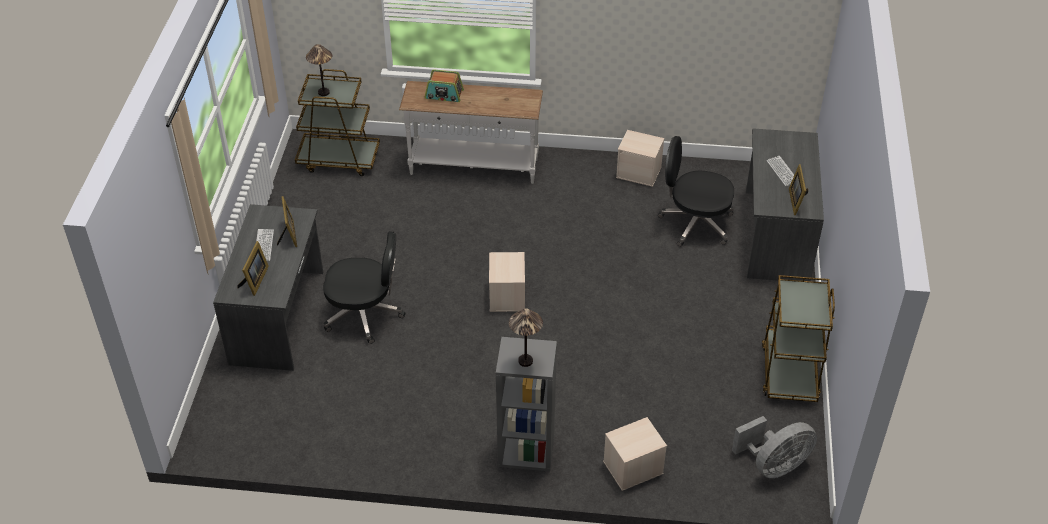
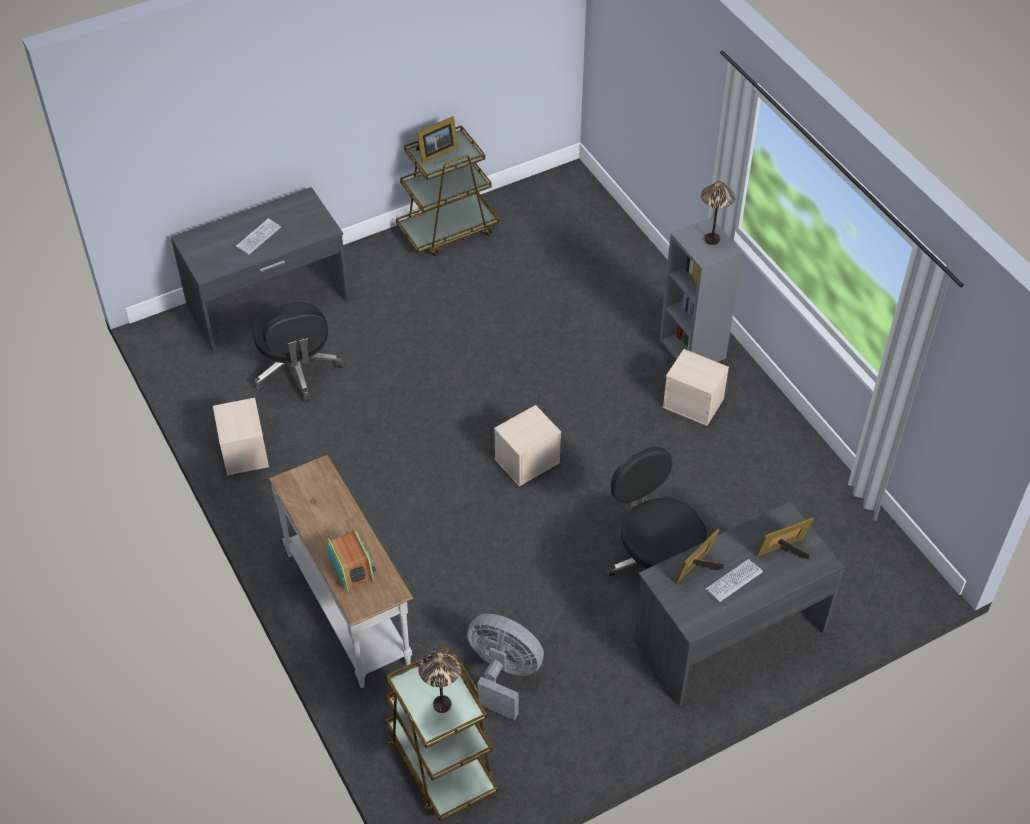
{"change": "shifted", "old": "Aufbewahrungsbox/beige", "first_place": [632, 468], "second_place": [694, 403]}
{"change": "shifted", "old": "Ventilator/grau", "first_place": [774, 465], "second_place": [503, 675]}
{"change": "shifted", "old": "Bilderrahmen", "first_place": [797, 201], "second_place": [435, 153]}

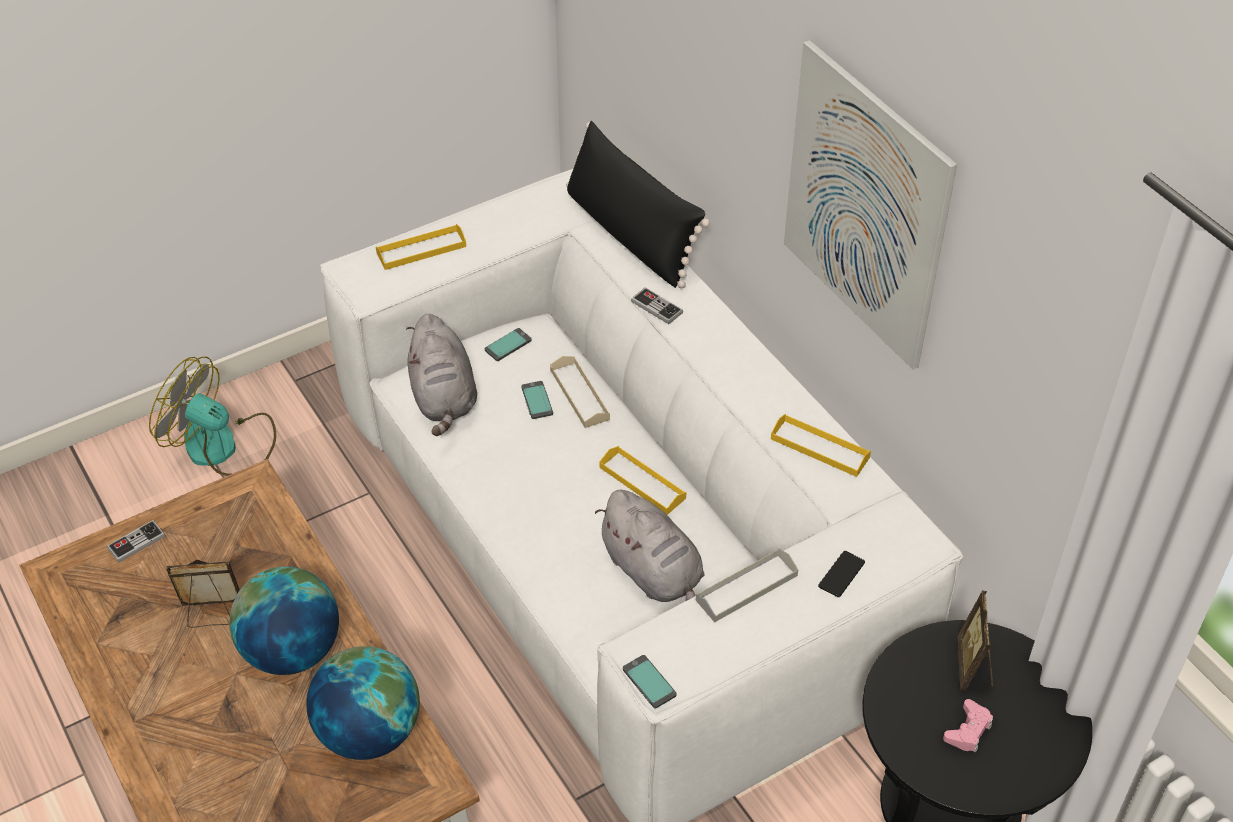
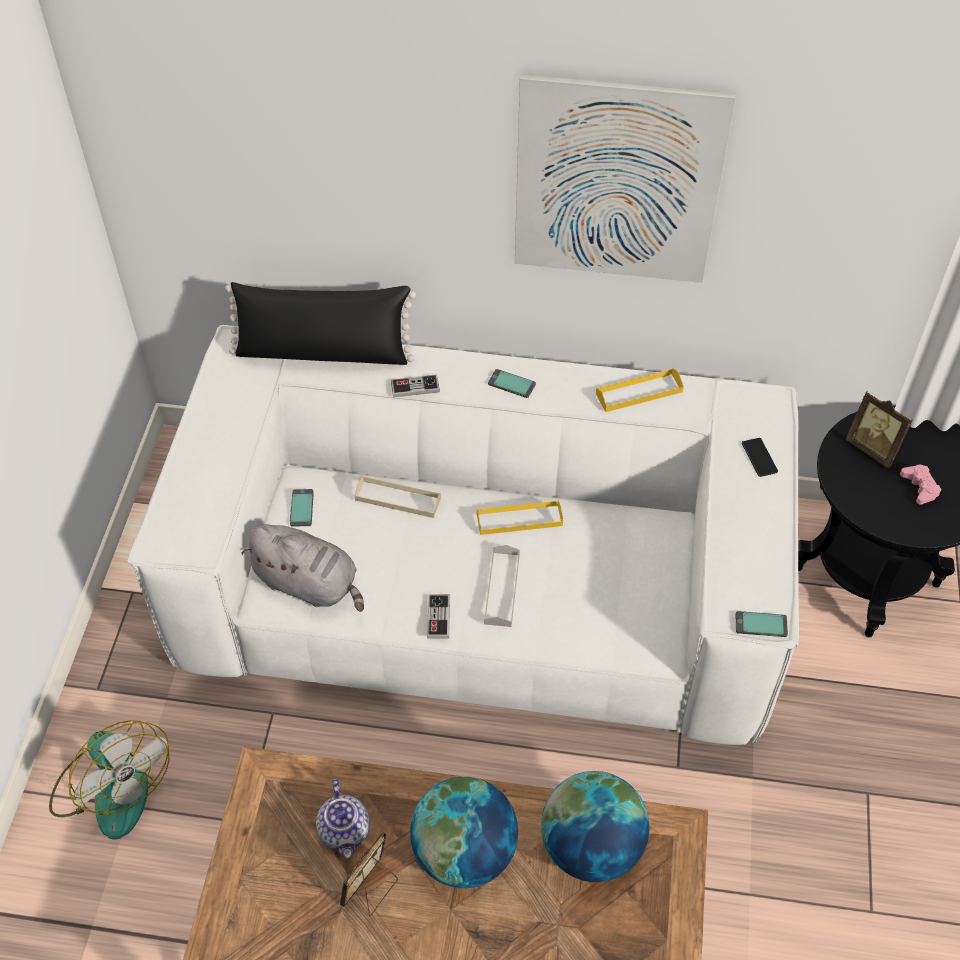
{"change": "gone", "old": "Tablett/gelb", "first_place": [421, 250]}
{"change": "gone", "old": "Plüschtier/grau", "first_place": [654, 573]}
{"change": "new", "new": "Teekanne", "second_place": [345, 831]}
{"change": "shifted", "old": "Gamepad", "first_place": [136, 542], "second_place": [438, 617]}
{"change": "shifted", "old": "Handy", "first_place": [536, 401], "second_place": [511, 384]}
{"change": "shifted", "old": "Tablett/grau", "first_place": [746, 588], "second_place": [502, 588]}
{"change": "rotated", "old": "Ventilator", "first_place": [223, 447], "second_place": [112, 788], "degrees": -105}

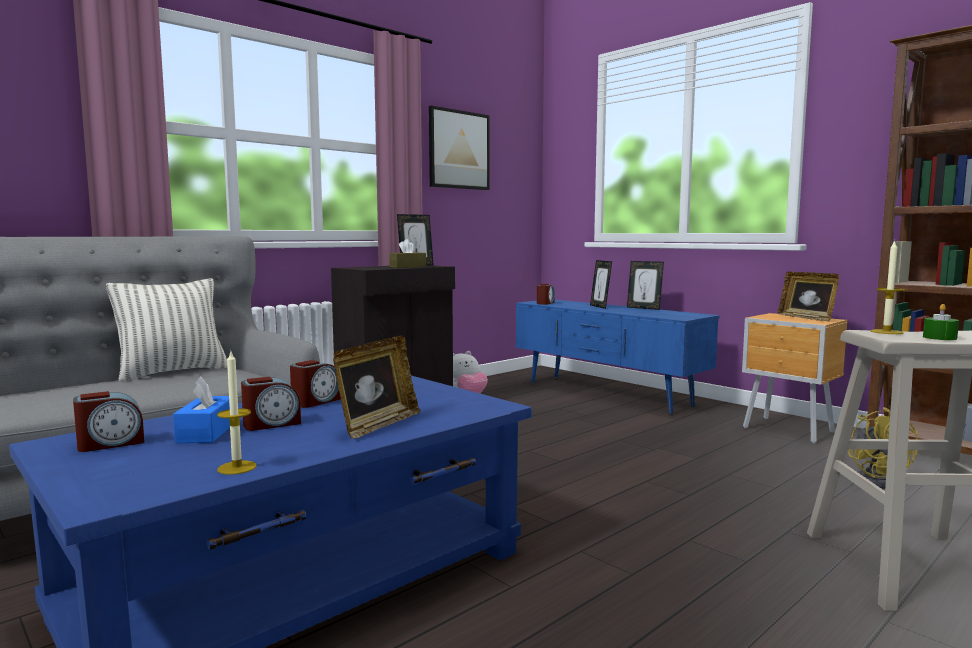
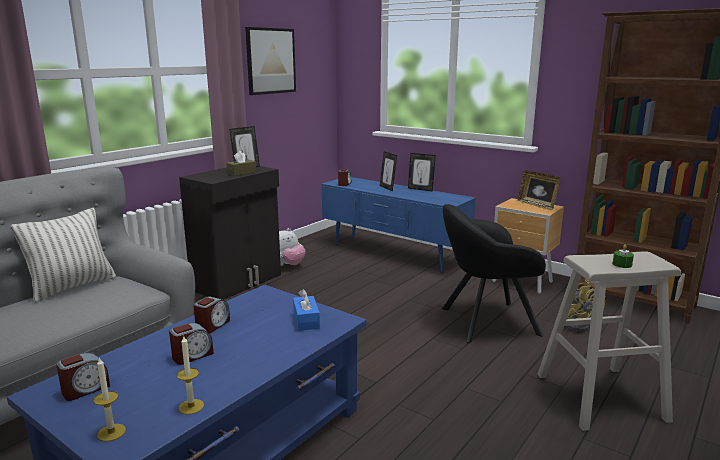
{"change": "gone", "old": "Bilderrahmen", "first_place": [377, 425]}
{"change": "new", "new": "Sessel/schwarz", "second_place": [484, 321]}
{"change": "shifted", "old": "Taschentuchbox/blau", "first_place": [206, 432], "second_place": [306, 320]}
{"change": "shifted", "old": "Kerze", "first_place": [886, 332], "second_place": [111, 432]}

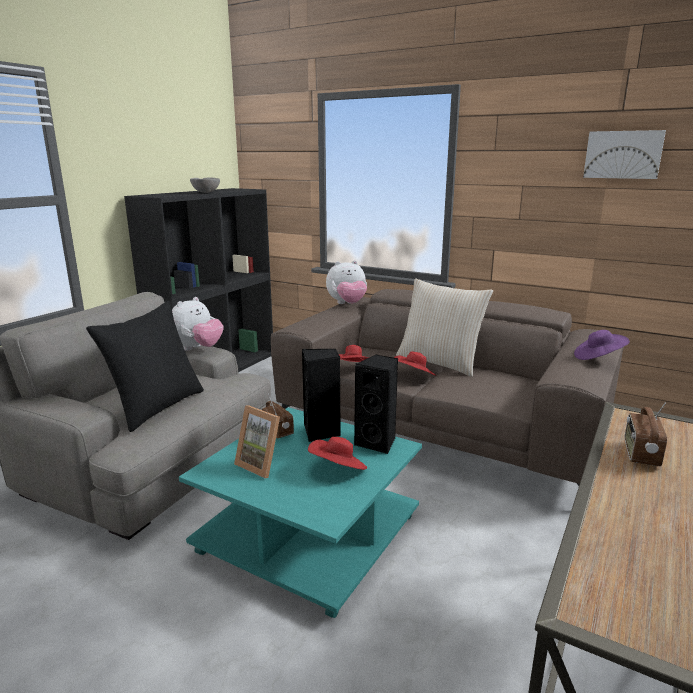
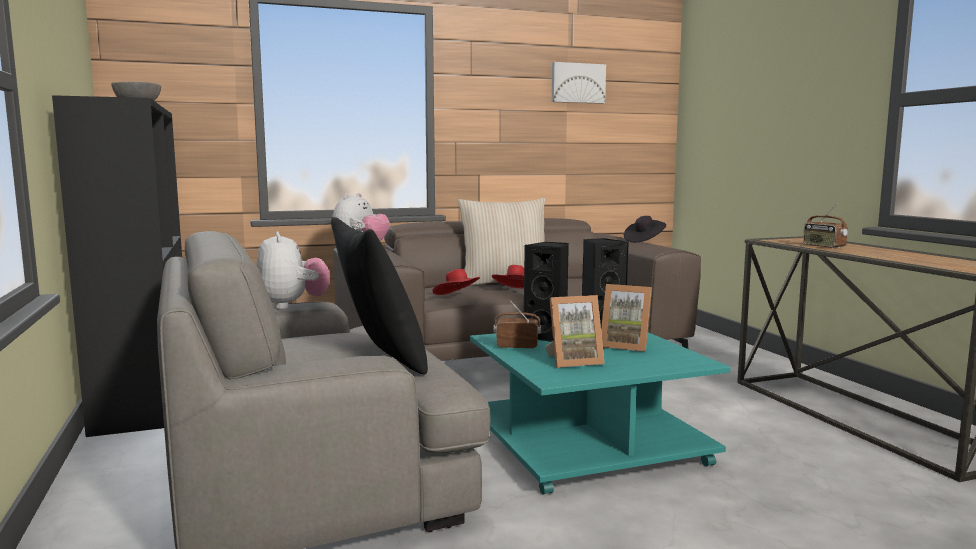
{"change": "swapped", "old": "Hut/rot", "new": "Bilderrahmen", "first_place": [338, 469], "second_place": [625, 345]}
{"change": "repainted", "old": "Hut/lila", "new": "Hut/schwarz", "first_place": [598, 358], "second_place": [644, 240]}

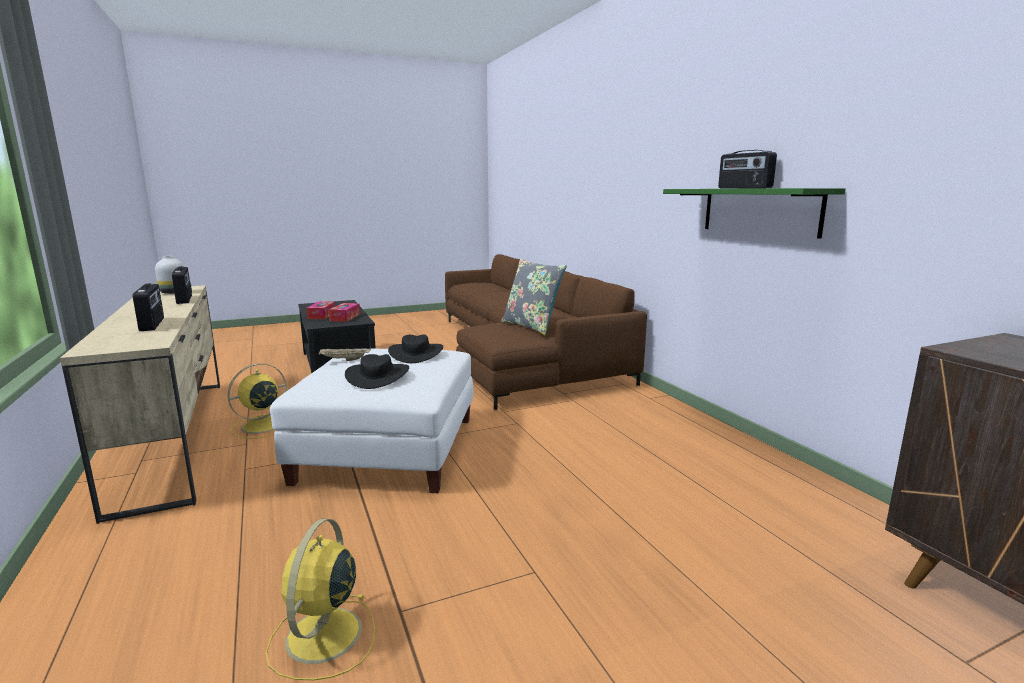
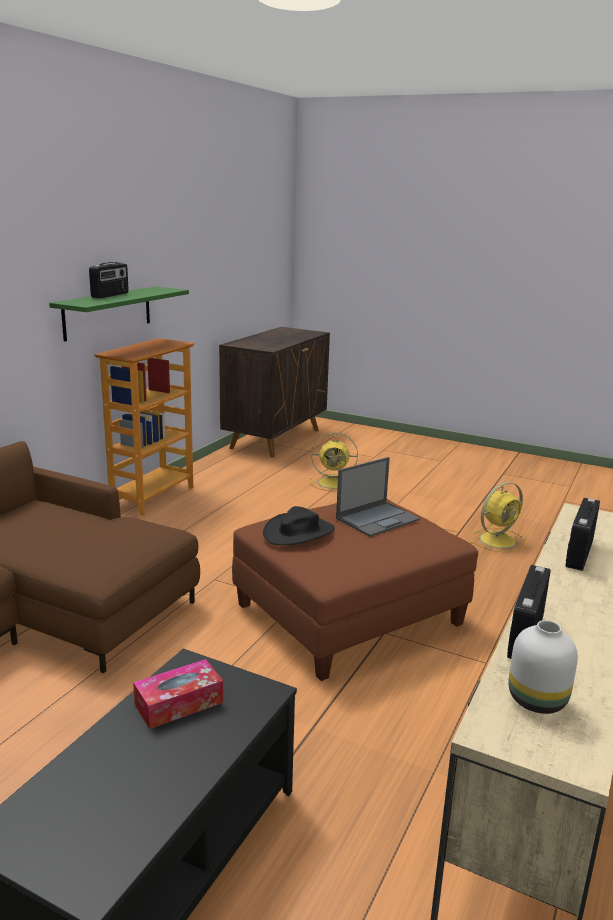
{"change": "gone", "old": "Taschentuchbox", "first_place": [322, 315]}
{"change": "gone", "old": "Tablett/beige", "first_place": [344, 360]}
{"change": "gone", "old": "Kissen/grau", "first_place": [532, 326]}
{"change": "new", "new": "Bücherregal", "second_place": [152, 496]}
{"change": "shifted", "old": "Ventilator/gelb", "first_place": [260, 426], "second_place": [334, 483]}
{"change": "swapped", "old": "Hut/schwarz", "new": "Laptop", "first_place": [378, 376], "second_place": [378, 519]}
{"change": "repainted", "old": "Polsterhocker/weiß", "new": "Polsterhocker/braun", "first_place": [389, 449], "second_place": [349, 614]}

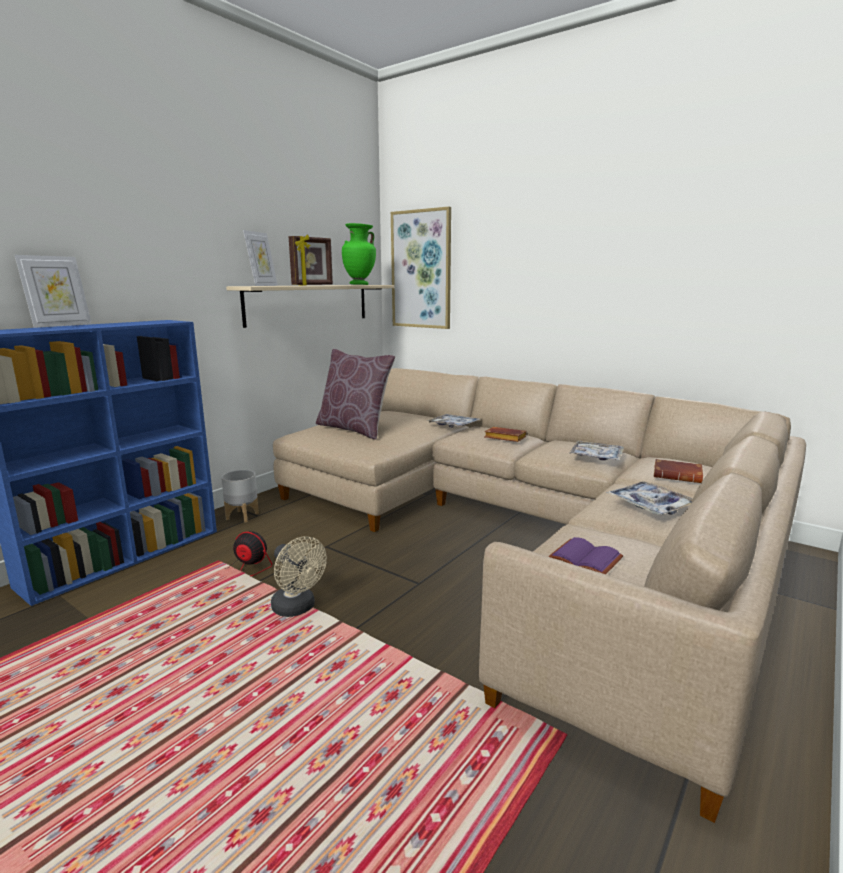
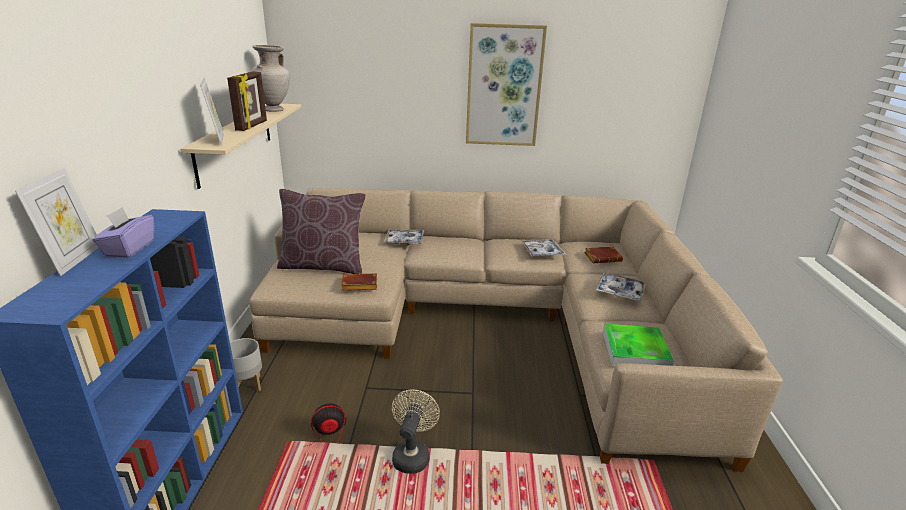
{"change": "new", "new": "Taschentuchbox/lila", "second_place": [129, 248]}
{"change": "shifted", "old": "Bild", "first_place": [421, 270], "second_place": [504, 86]}
{"change": "shifted", "old": "Buch/braun", "first_place": [503, 438], "second_place": [358, 286]}
{"change": "swapped", "old": "Buch/lila", "new": "Tablett", "first_place": [583, 559], "second_place": [635, 350]}
{"change": "repainted", "old": "Vase/grün", "new": "Vase/beige", "first_place": [359, 284], "second_place": [274, 110]}
{"change": "rotated", "old": "Ventilator/beige", "first_place": [297, 608], "second_place": [412, 454], "degrees": -90}

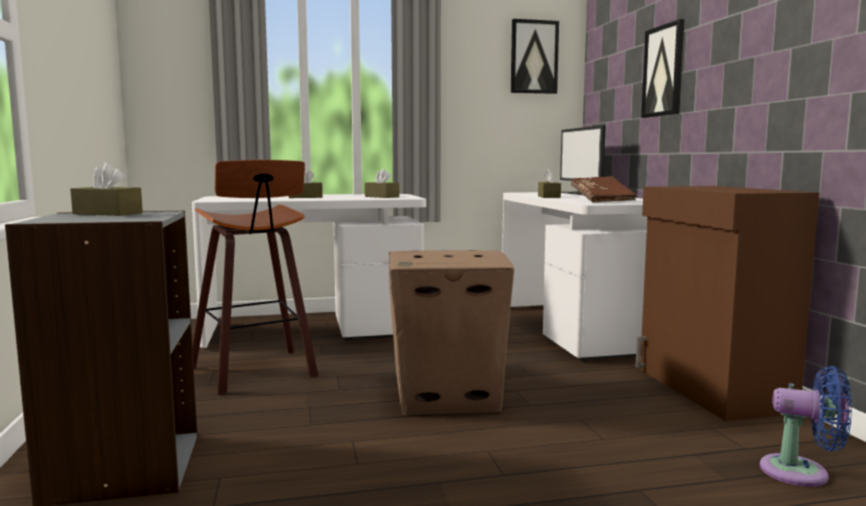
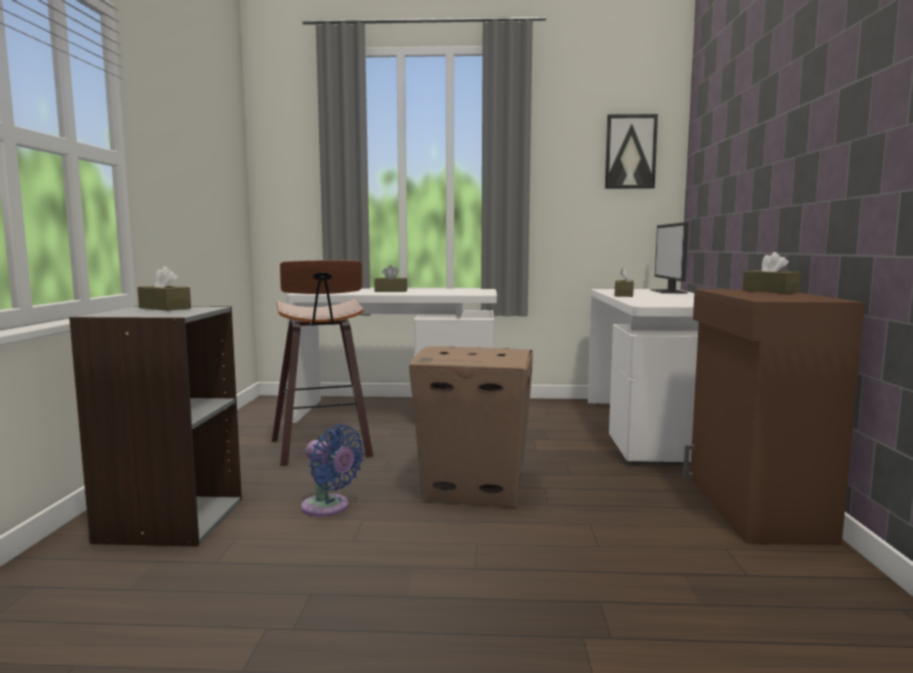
{"change": "gone", "old": "Buch/braun", "first_place": [602, 200]}
{"change": "gone", "old": "Bild", "first_place": [664, 71]}
{"change": "shifted", "old": "Taschentuchbox/braun", "first_place": [382, 197], "second_place": [770, 291]}
{"change": "shifted", "old": "Ventilator/blau", "first_place": [802, 473], "second_place": [328, 508]}

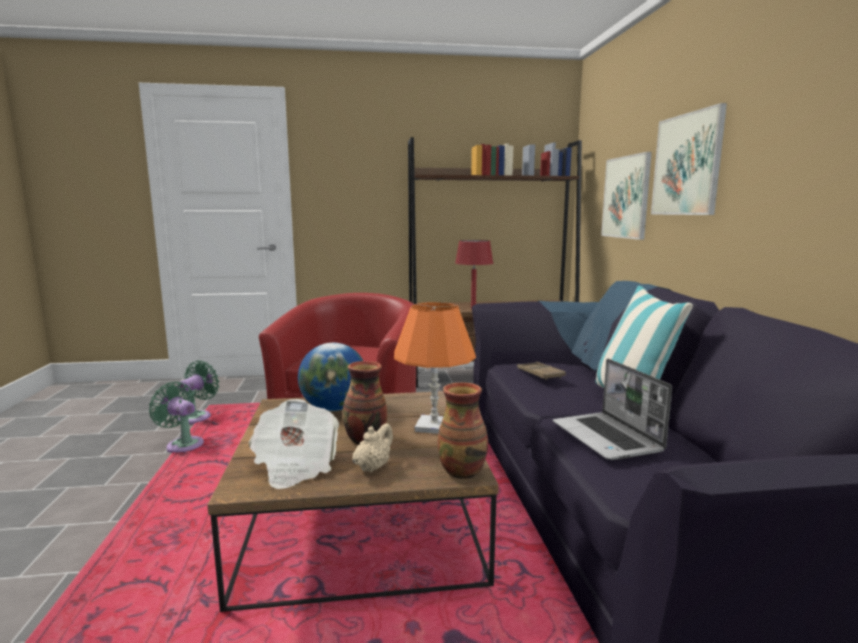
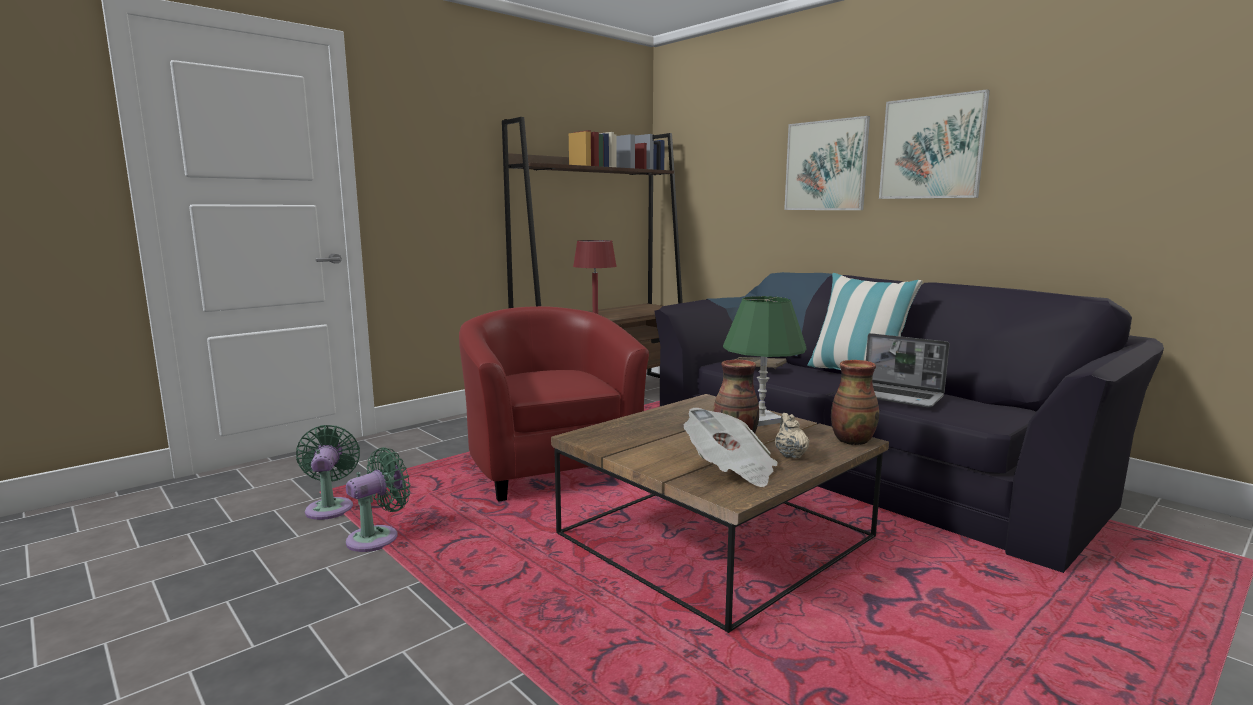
{"change": "gone", "old": "Globus", "first_place": [334, 408]}
{"change": "shifted", "old": "Bild", "first_place": [626, 197], "second_place": [931, 148]}
{"change": "repainted", "old": "Tischlampe/orange", "new": "Tischlampe/grün", "first_place": [434, 426], "second_place": [761, 419]}
{"change": "rotated", "old": "Ventilator/grün", "first_place": [183, 444], "second_place": [378, 537], "degrees": 135}

